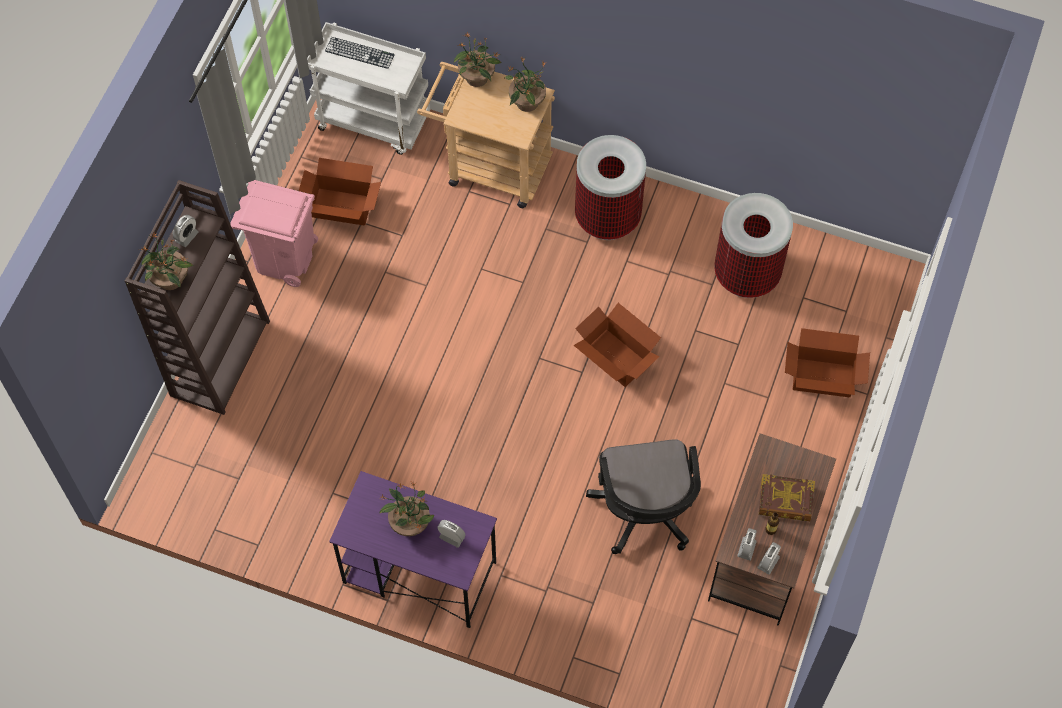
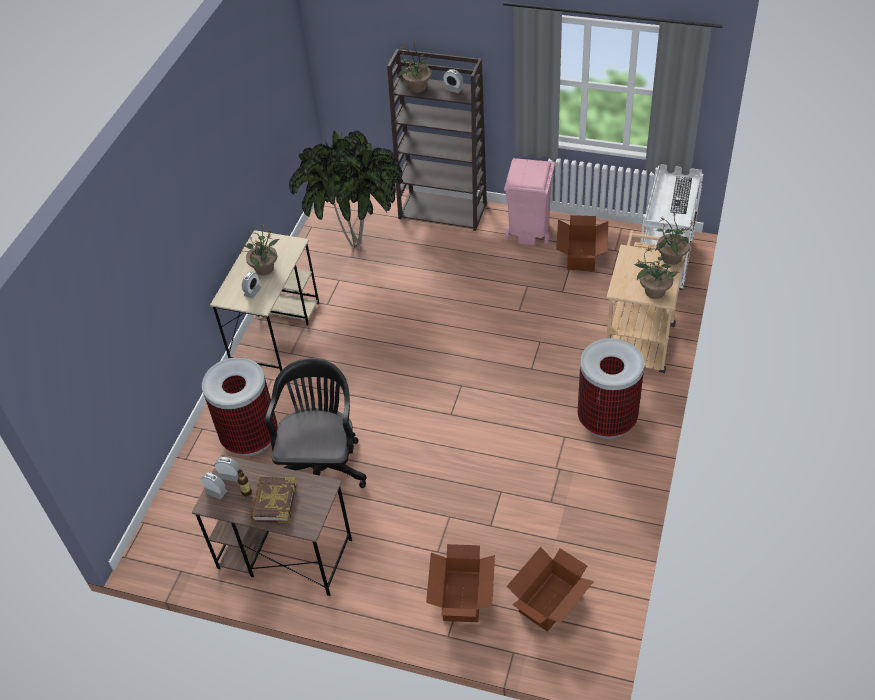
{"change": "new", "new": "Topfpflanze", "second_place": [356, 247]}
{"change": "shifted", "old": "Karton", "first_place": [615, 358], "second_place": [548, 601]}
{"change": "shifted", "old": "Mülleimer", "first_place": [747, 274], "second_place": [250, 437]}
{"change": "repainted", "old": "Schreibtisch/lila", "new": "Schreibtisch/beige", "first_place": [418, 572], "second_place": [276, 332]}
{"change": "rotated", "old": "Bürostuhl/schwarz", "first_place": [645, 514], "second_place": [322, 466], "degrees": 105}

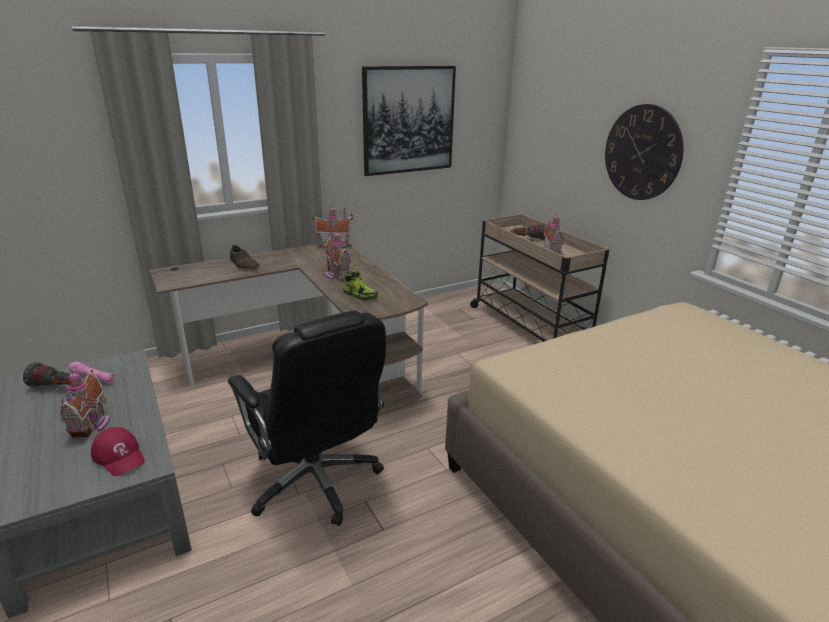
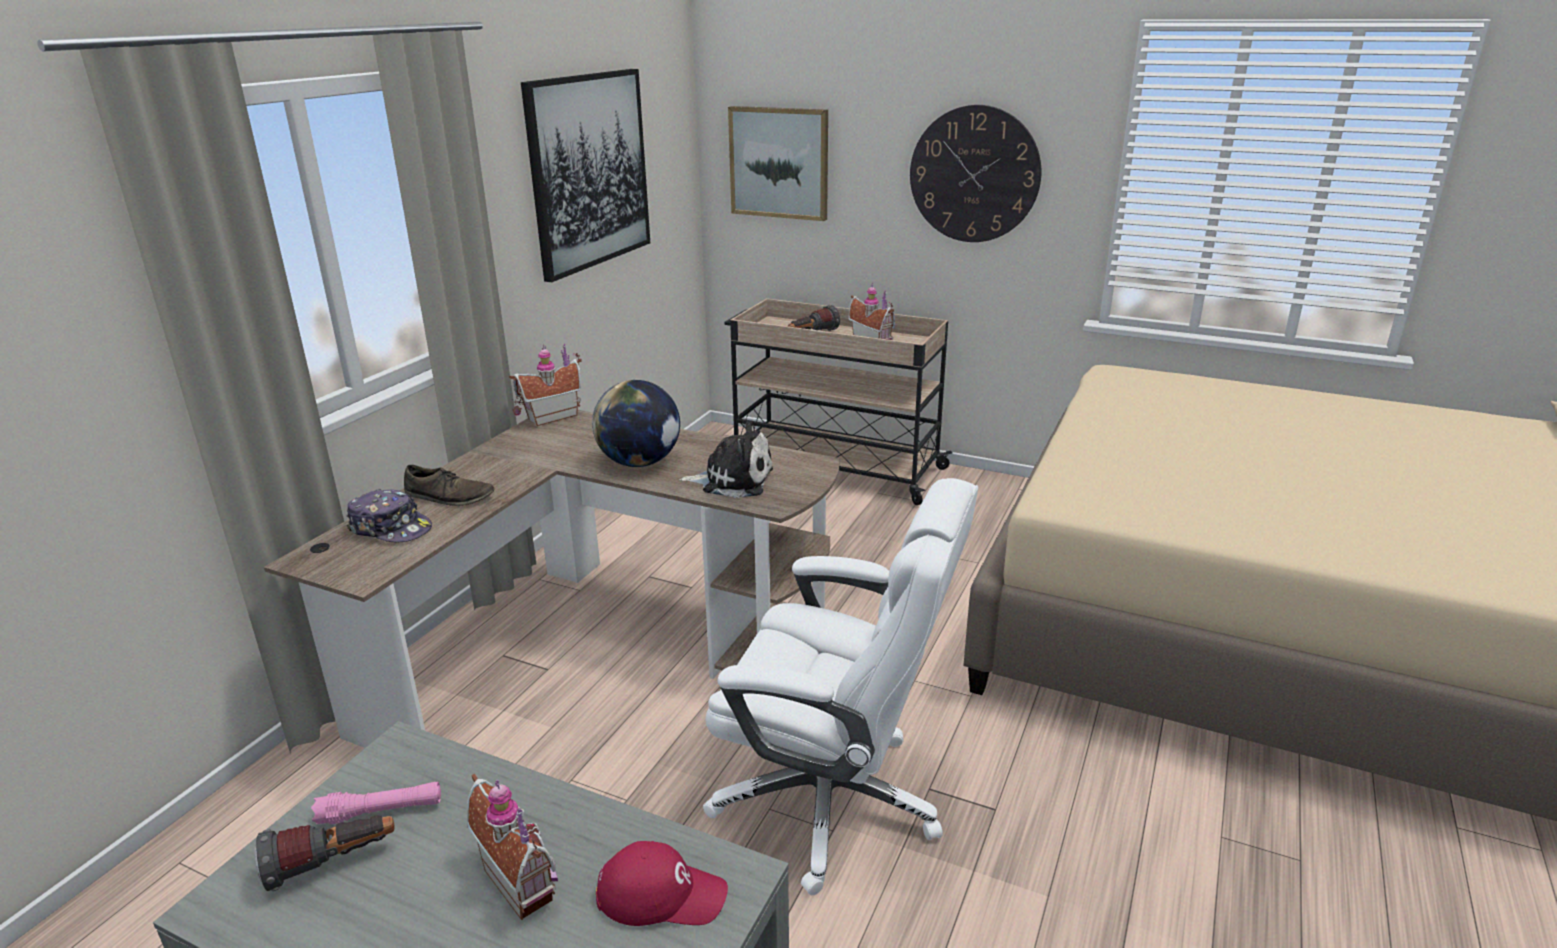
{"change": "new", "new": "Kappe", "second_place": [391, 528]}
{"change": "new", "new": "Bild", "second_place": [779, 163]}
{"change": "swapped", "old": "Spielzeughaus", "new": "Globus", "first_place": [336, 274], "second_place": [639, 462]}
{"change": "swapped", "old": "Schuh", "new": "Plüschtier", "first_place": [360, 295], "second_place": [733, 480]}
{"change": "repainted", "old": "Bürostuhl/schwarz", "new": "Bürostuhl/weiß", "first_place": [316, 481], "second_place": [832, 801]}

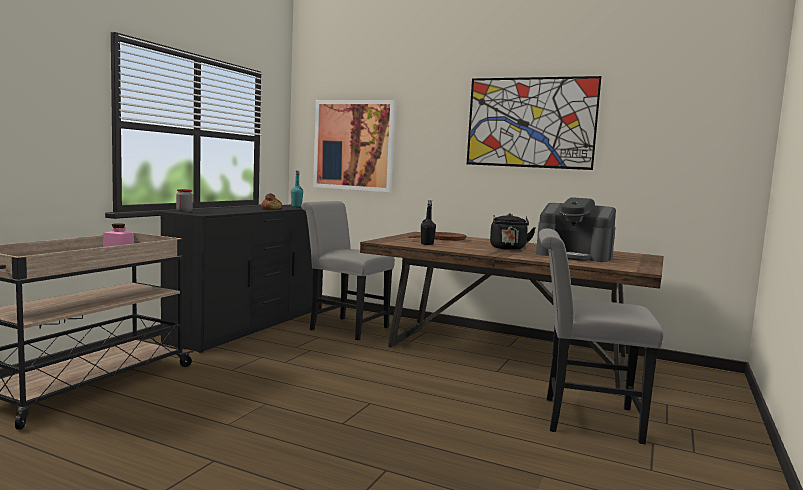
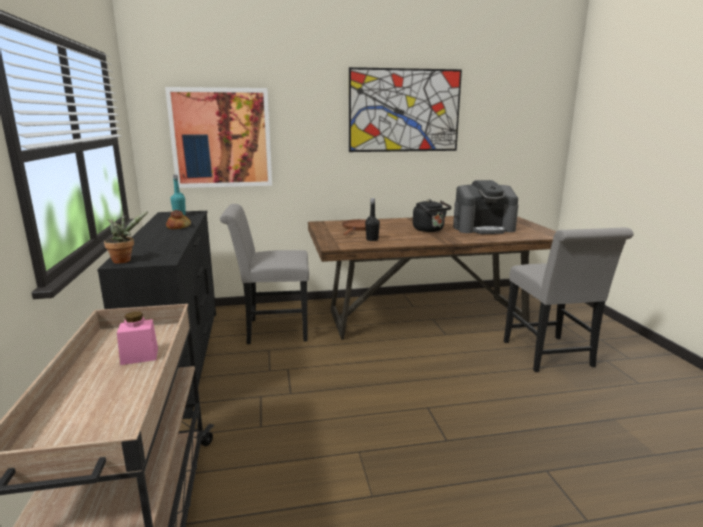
{"change": "swapped", "old": "Vorratsglas", "new": "Topfpflanze", "first_place": [184, 211], "second_place": [124, 260]}
{"change": "rotated", "old": "Stuhl/grau", "first_place": [582, 418], "second_place": [551, 357], "degrees": -75}

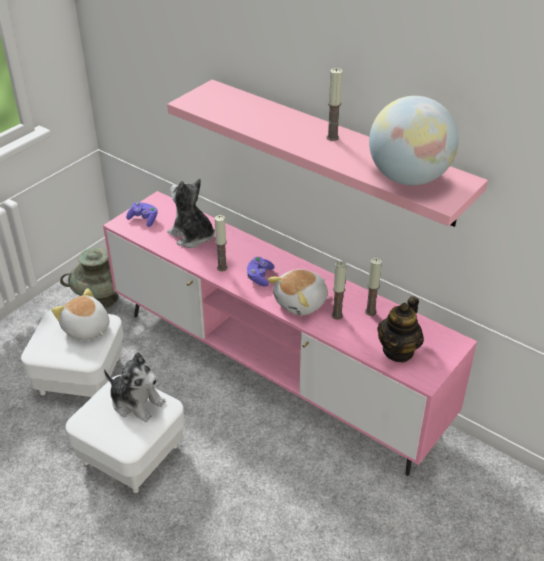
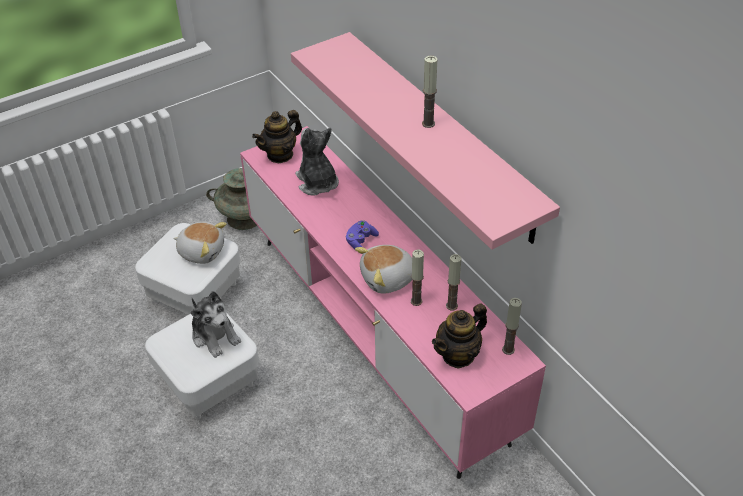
{"change": "gone", "old": "Globus", "first_place": [408, 178]}
{"change": "shifted", "old": "Kerze", "first_place": [222, 268], "second_place": [508, 349]}
{"change": "swapped", "old": "Gamepad/lila", "new": "Teekanne", "first_place": [144, 219], "second_place": [280, 154]}
{"change": "rotated", "old": "Plüschtier", "first_place": [86, 329], "second_place": [202, 251], "degrees": 135}

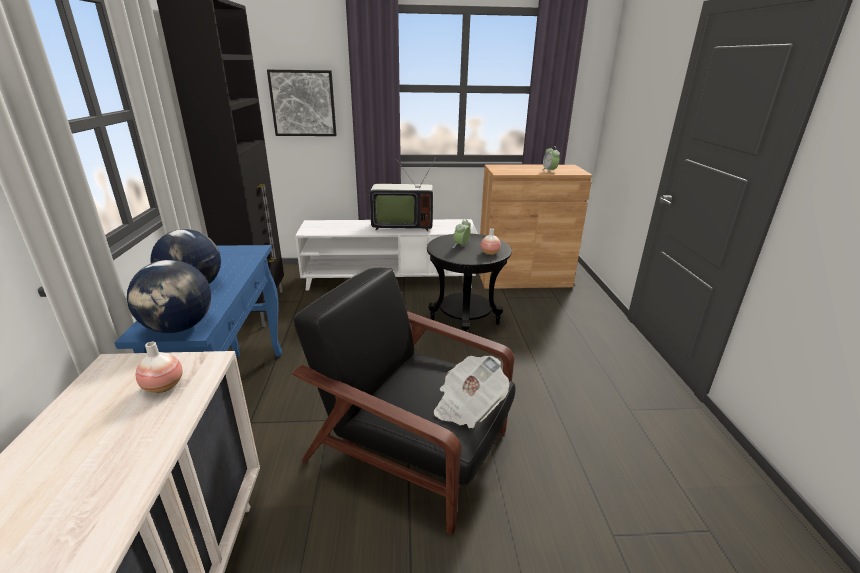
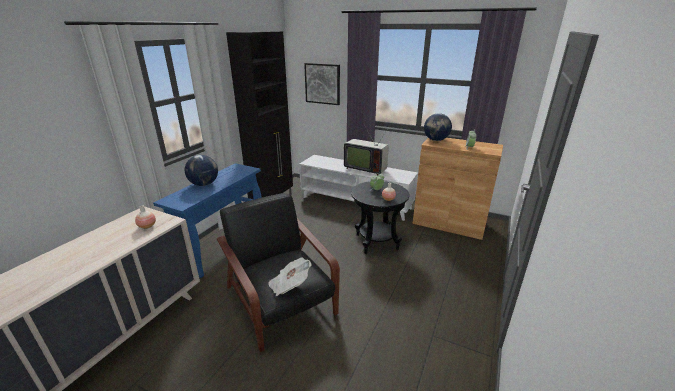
{"change": "shifted", "old": "Globus", "first_place": [178, 328], "second_place": [435, 140]}

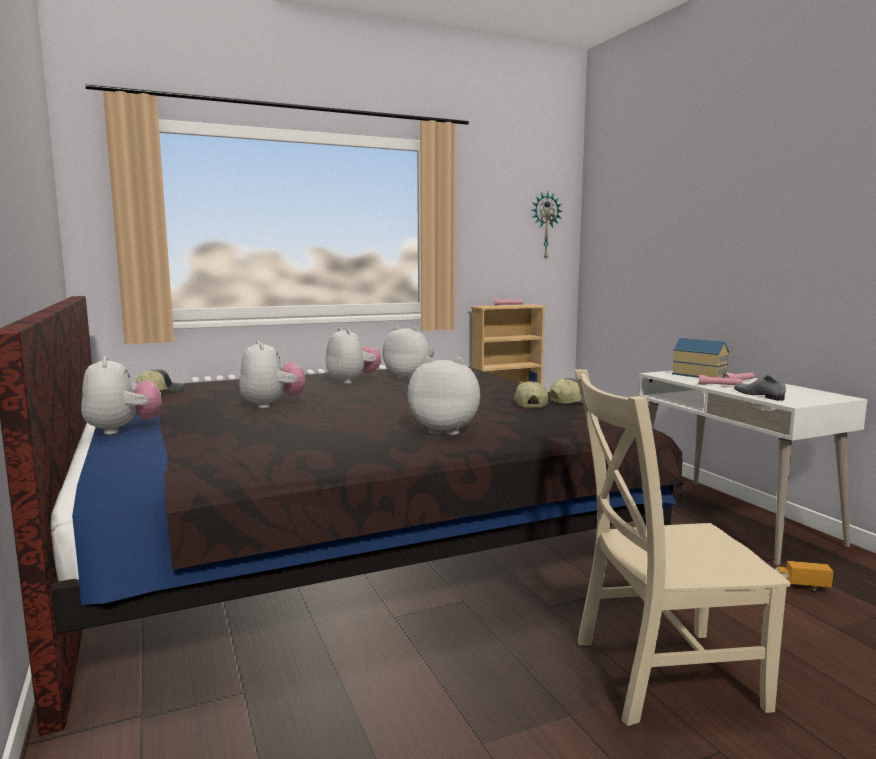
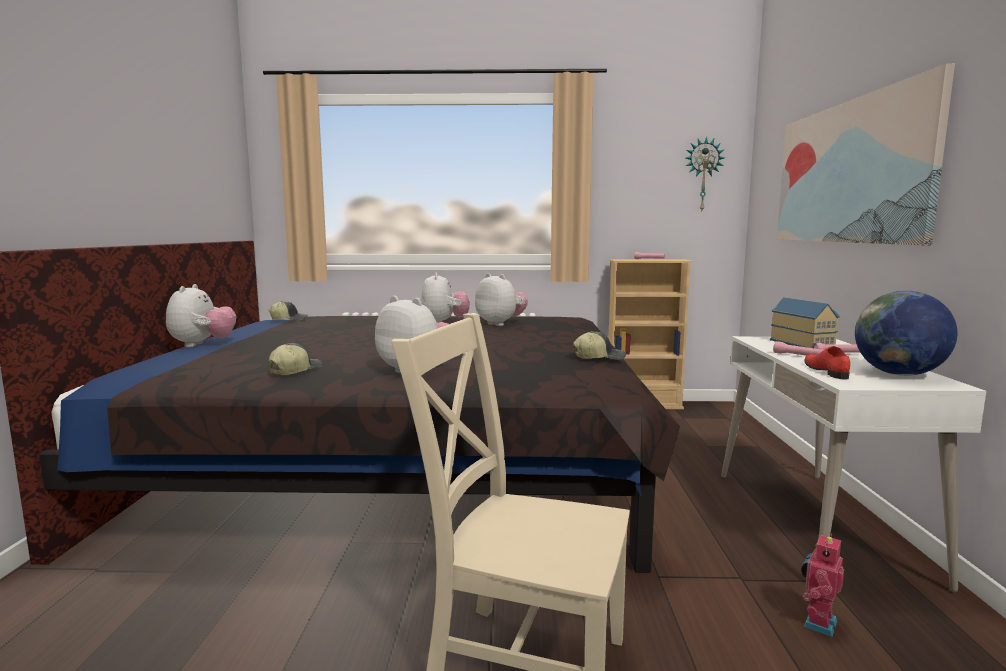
{"change": "gone", "old": "Plüschtier", "first_place": [272, 405]}
{"change": "new", "new": "Bild", "second_place": [847, 172]}
{"change": "new", "new": "Globus", "second_place": [899, 374]}
{"change": "shifted", "old": "Kappe", "first_place": [529, 405], "second_place": [295, 371]}
{"change": "swapped", "old": "Spielzeuglaster", "new": "Spielzeugroboter", "first_place": [799, 587], "second_place": [817, 623]}
{"change": "repainted", "old": "Schuh/grau", "new": "Schuh/rot", "first_place": [759, 395], "second_place": [827, 370]}

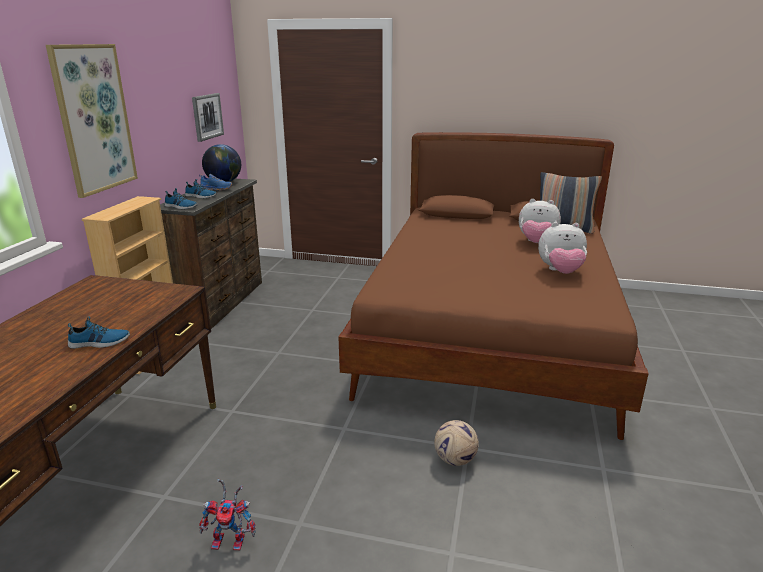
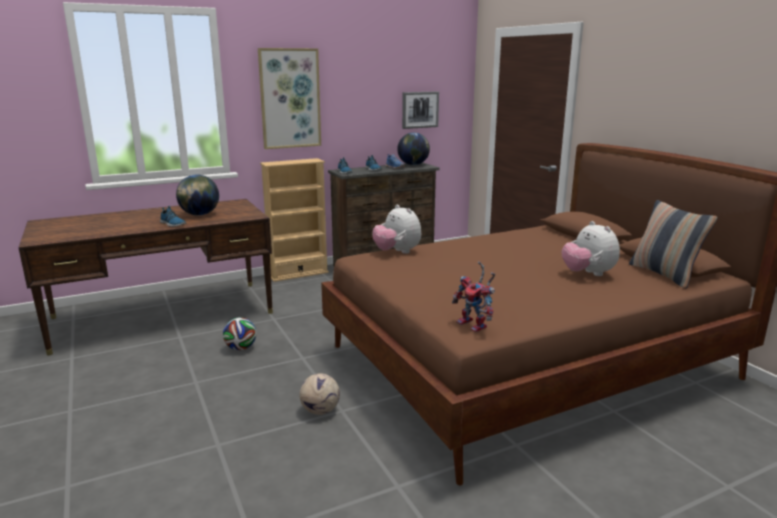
{"change": "new", "new": "Globus", "second_place": [199, 214]}
{"change": "new", "new": "Fußball", "second_place": [241, 348]}
{"change": "shifted", "old": "Spielzeugroboter", "first_place": [232, 540], "second_place": [475, 325]}
{"change": "shifted", "old": "Plüschtier", "first_place": [560, 272], "second_place": [397, 252]}

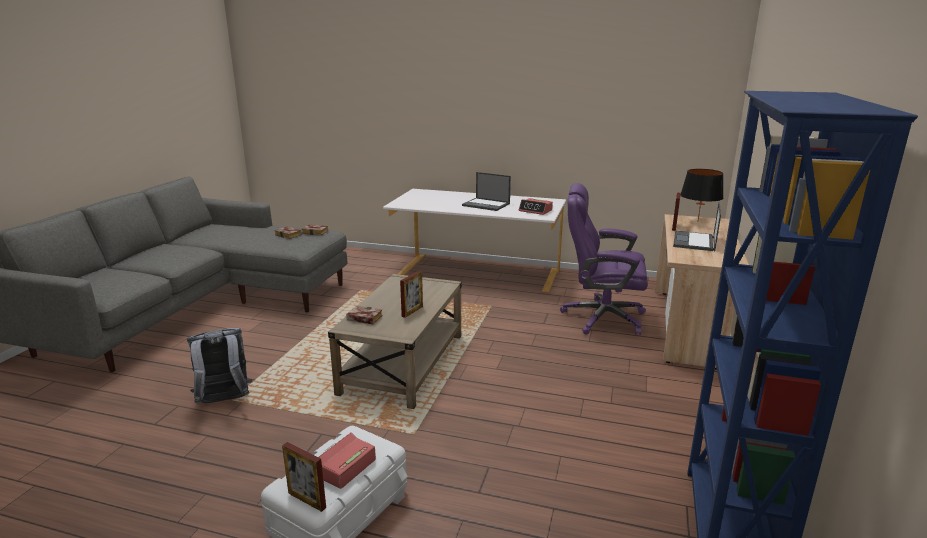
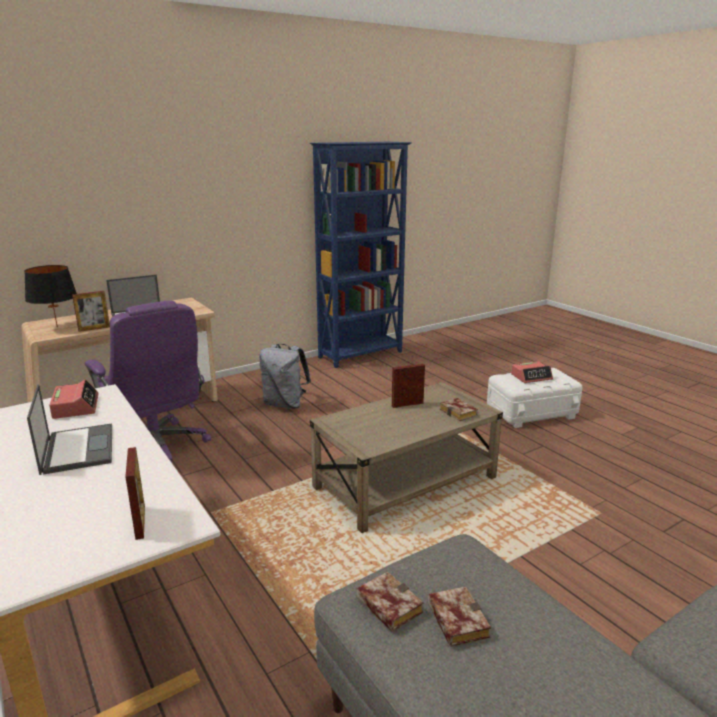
{"change": "shifted", "old": "Rucksack/grau", "first_place": [224, 402], "second_place": [285, 404]}
{"change": "shifted", "old": "Bilderrahmen", "first_place": [307, 500], "second_place": [140, 522]}

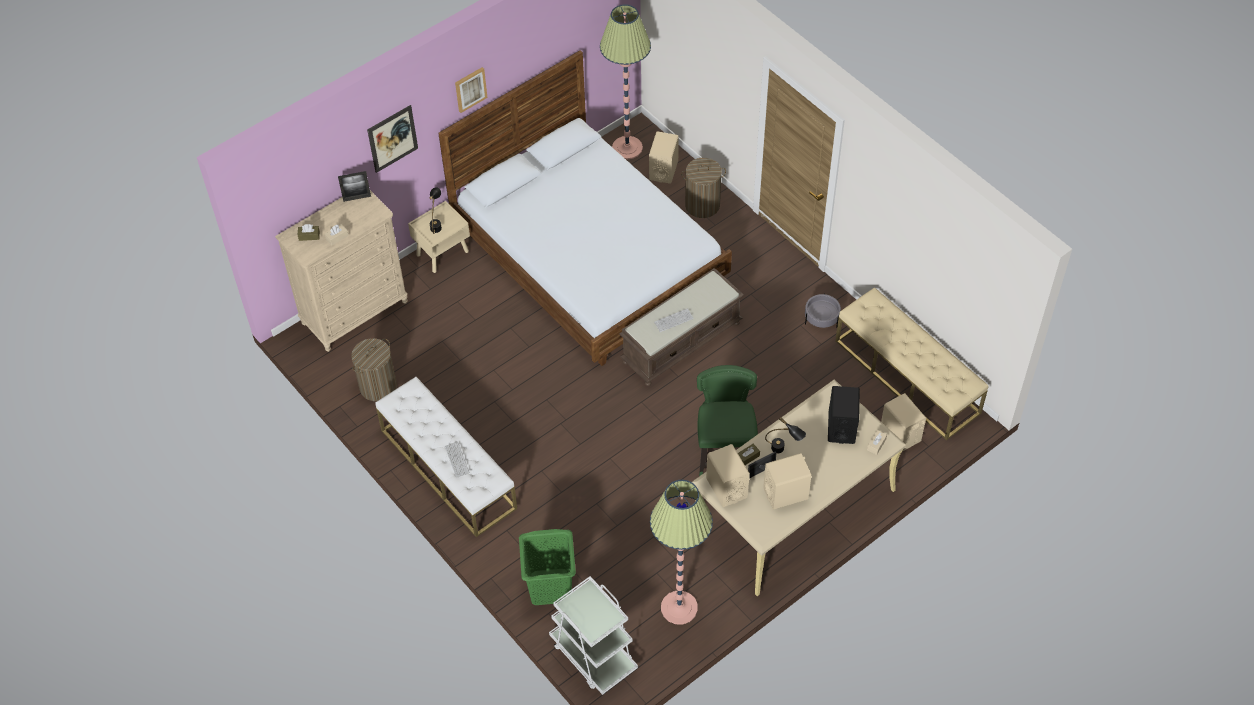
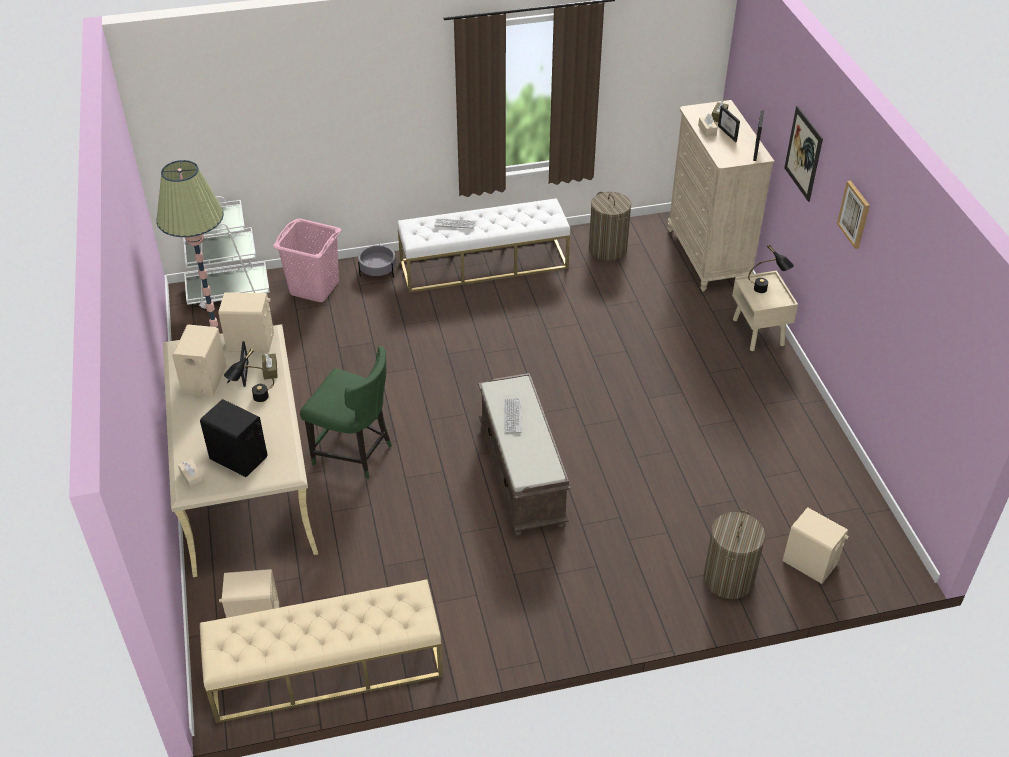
{"change": "gone", "old": "Bett", "first_place": [589, 255]}
{"change": "gone", "old": "Stehlampe", "first_place": [627, 148]}
{"change": "new", "new": "Bilderrahmen", "second_place": [730, 133]}
{"change": "shifted", "old": "Pflanzkübel/grau", "first_place": [821, 318], "second_place": [377, 271]}
{"change": "repainted", "old": "Wäschekorb/grün", "new": "Wäschekorb/rosa", "first_place": [550, 587], "second_place": [314, 287]}

